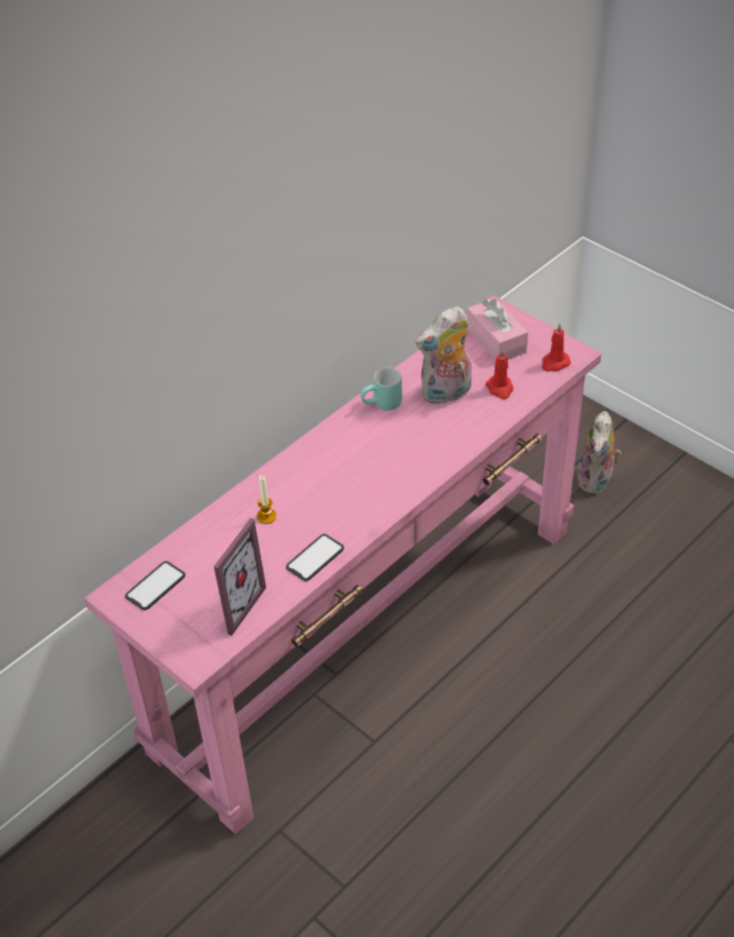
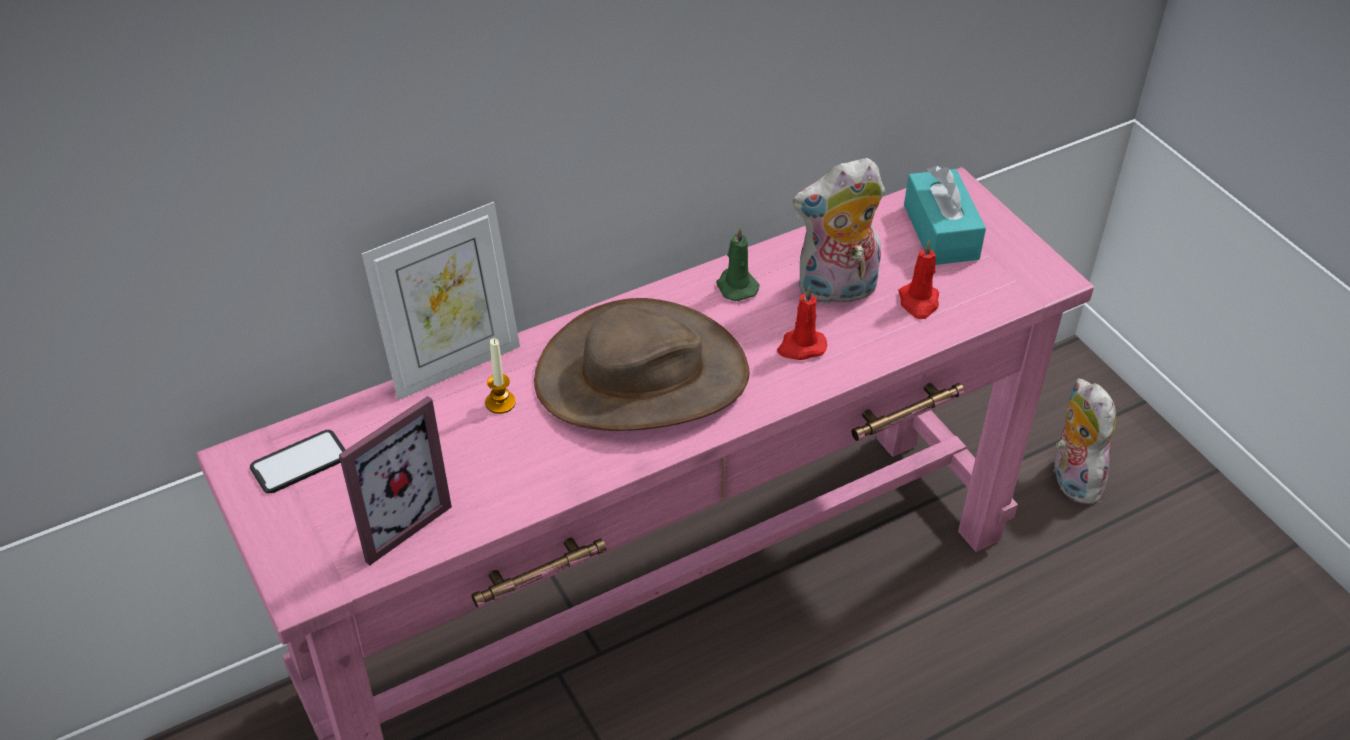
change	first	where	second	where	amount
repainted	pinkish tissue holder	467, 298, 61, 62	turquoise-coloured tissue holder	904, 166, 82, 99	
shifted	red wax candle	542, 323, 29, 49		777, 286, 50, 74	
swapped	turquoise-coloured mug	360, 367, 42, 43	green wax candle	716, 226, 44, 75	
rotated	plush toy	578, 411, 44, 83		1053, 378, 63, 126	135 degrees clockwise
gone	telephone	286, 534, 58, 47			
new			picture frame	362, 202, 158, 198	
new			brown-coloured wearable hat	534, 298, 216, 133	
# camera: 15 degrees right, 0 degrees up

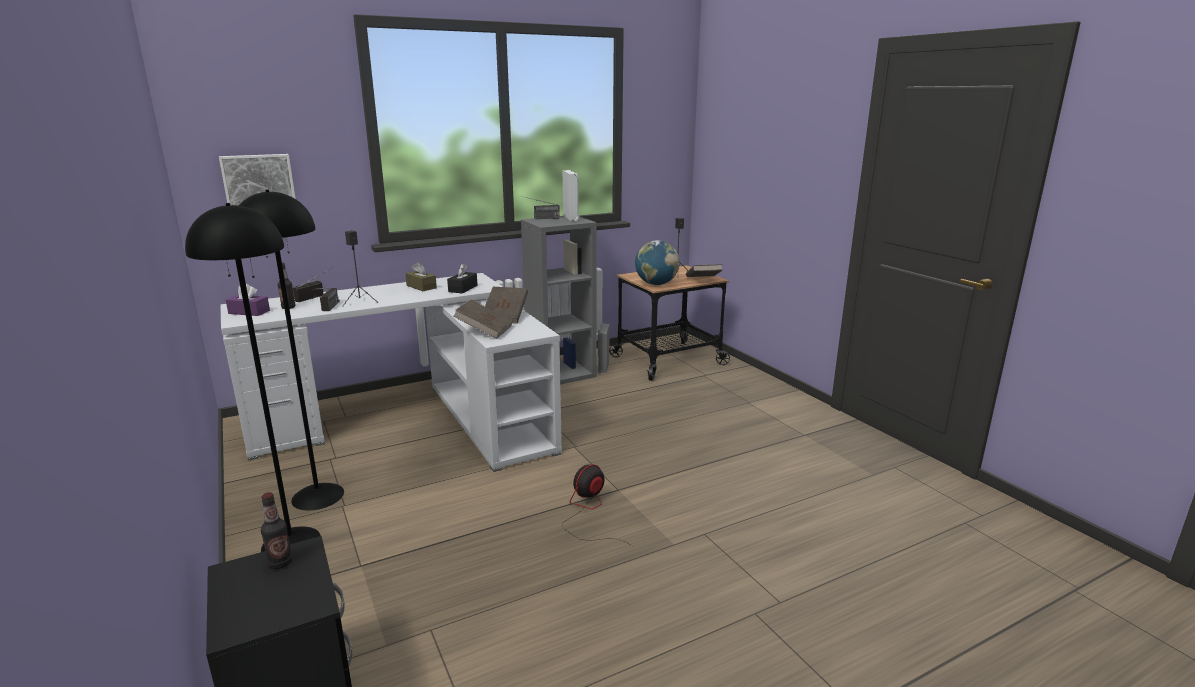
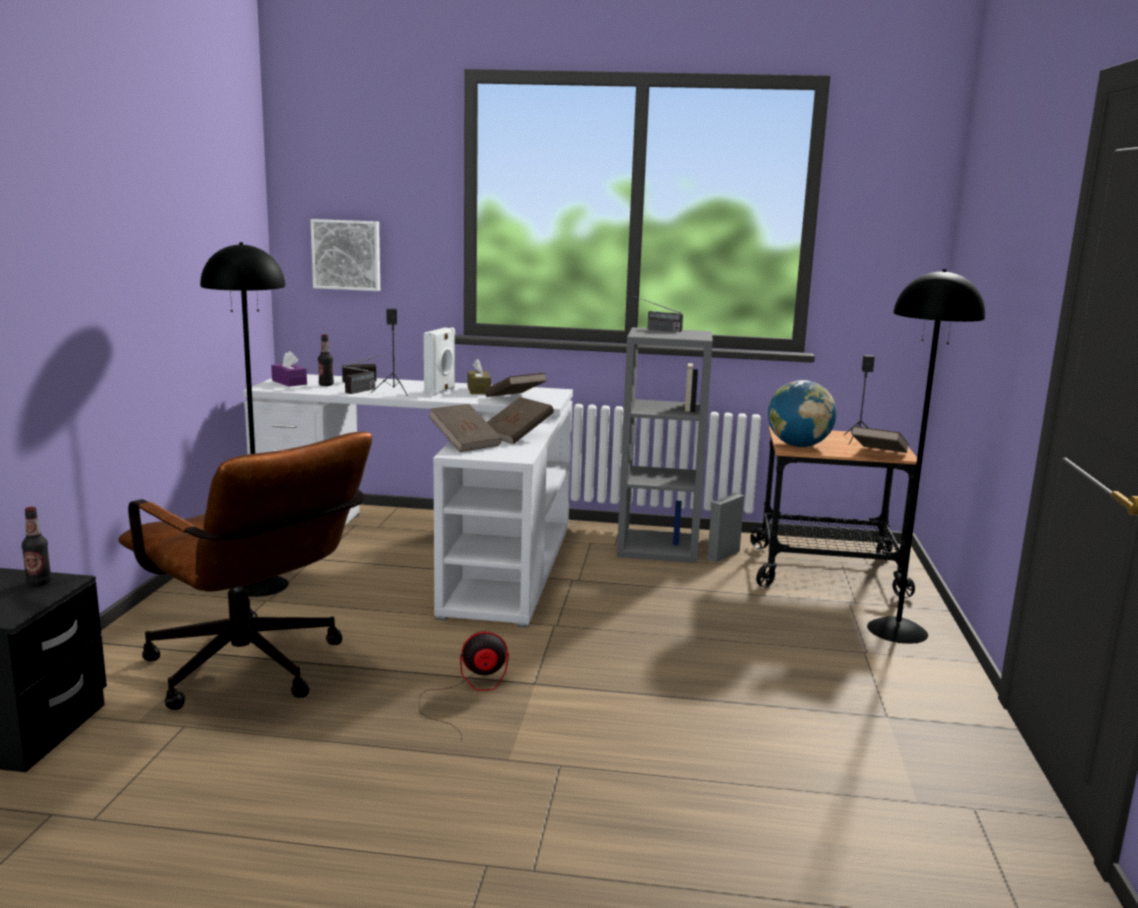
change	first	where	second	where	amount
shifted	white-coloured speaker	563, 170, 16, 51		424, 327, 31, 69	
shifted	blackish standard lamp	185, 203, 136, 349		867, 269, 118, 375	
swapped	blackish tissue holder	447, 263, 31, 31	brown-coloured bound book	485, 373, 62, 24	
new			brown-coloured office chair	118, 432, 254, 278	
# camera: 35 degrees right, 5 degrees down

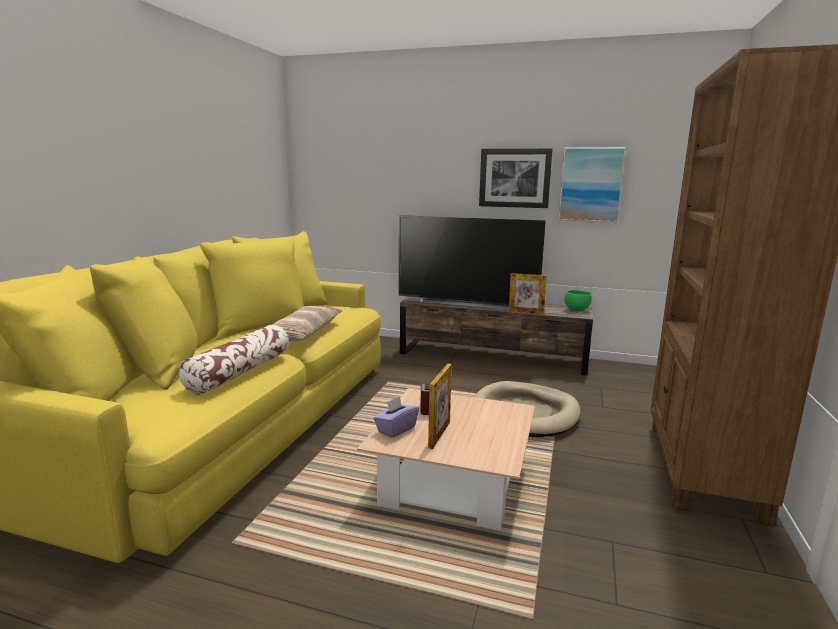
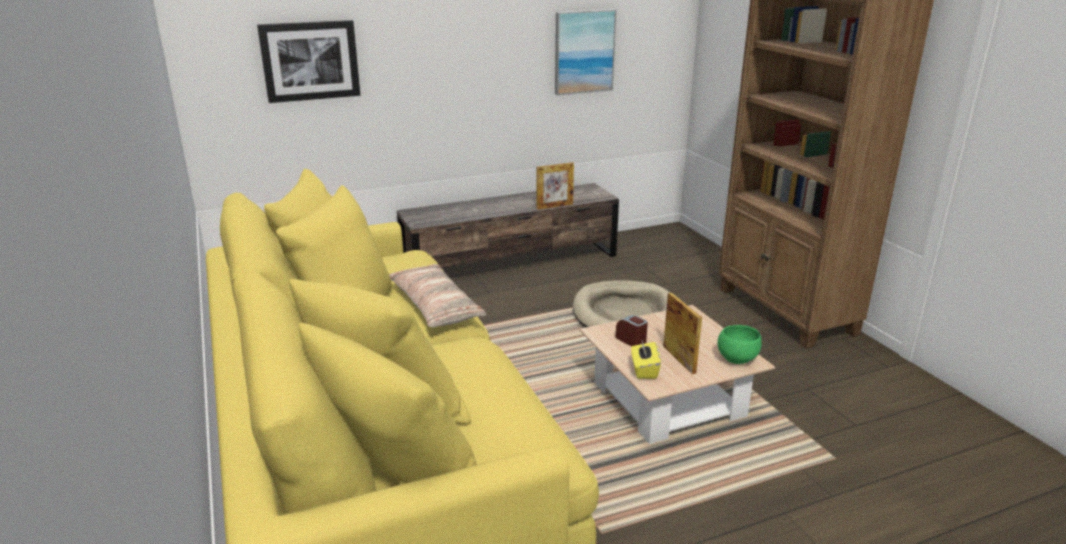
change	first	where	second	where	amount
shifted	picture	479, 149, 74, 59		257, 20, 103, 83	
gone	TV set	399, 215, 147, 94			
shifted	green bowl	565, 290, 27, 21		718, 325, 44, 39	
gone	throw pillow	179, 325, 110, 70			
repainted	purple-coloured tissue holder	374, 397, 45, 41	yellowish tissue holder	631, 340, 30, 39	
# camera: 40 degrees left, 10 degrees up

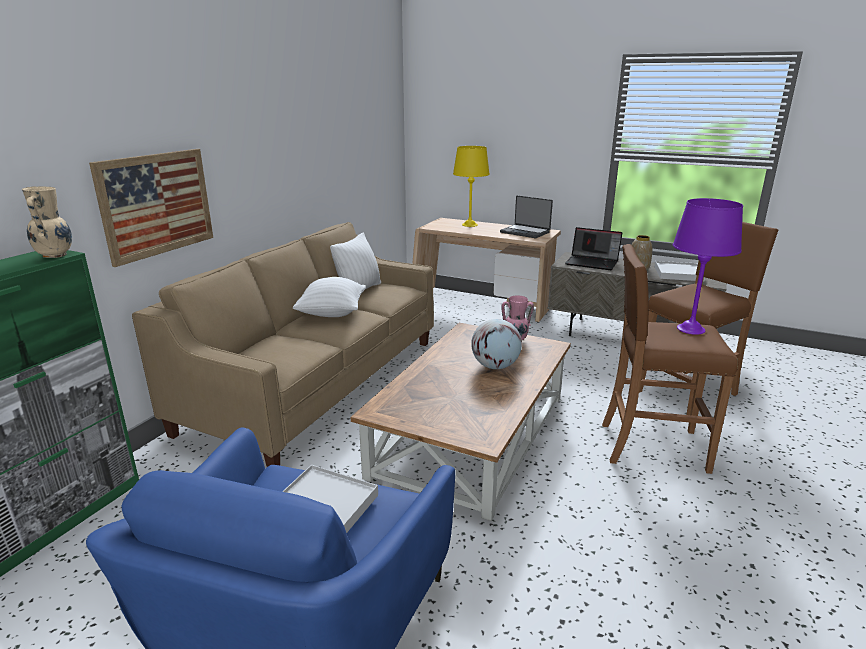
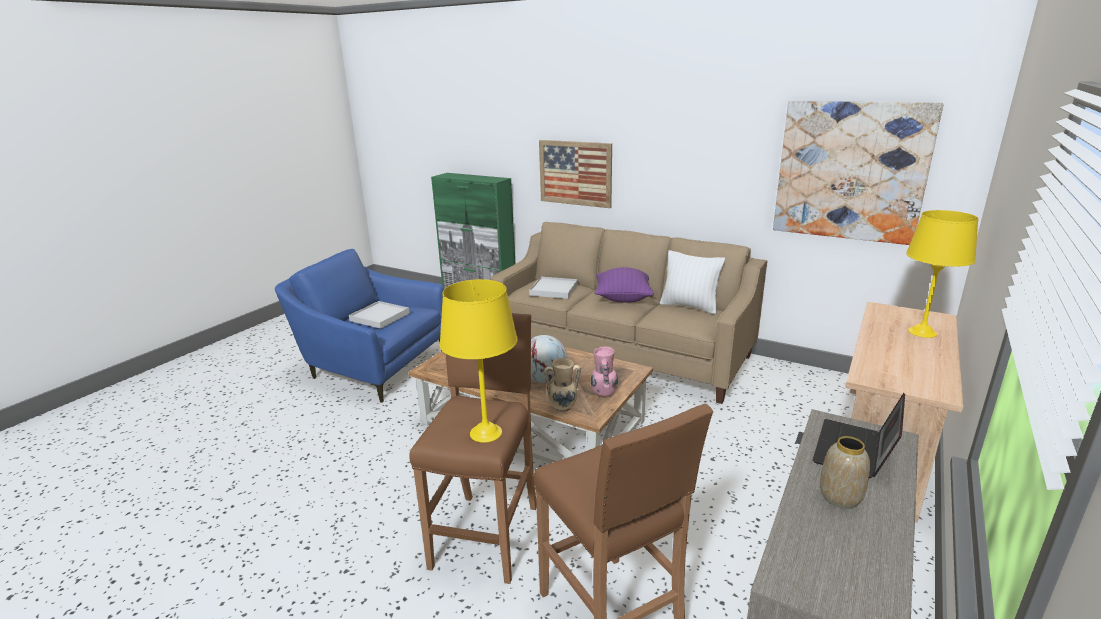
change	first	where	second	where	amount
shifted	beige vase	22, 186, 50, 72		544, 358, 37, 54	
gone	notebook computer	500, 195, 53, 43			
repainted	purple-coloured table lamp	673, 198, 70, 137	yellowish table lamp	439, 279, 79, 164	
shifted	white-coloured serving tray	655, 261, 50, 20		529, 277, 49, 22	
repainted	white-coloured throw pillow	293, 277, 73, 40	purple-coloured throw pillow	595, 267, 59, 36	
new			picture	773, 101, 170, 144	
# camera: 95 degrees right, 0 degrees up

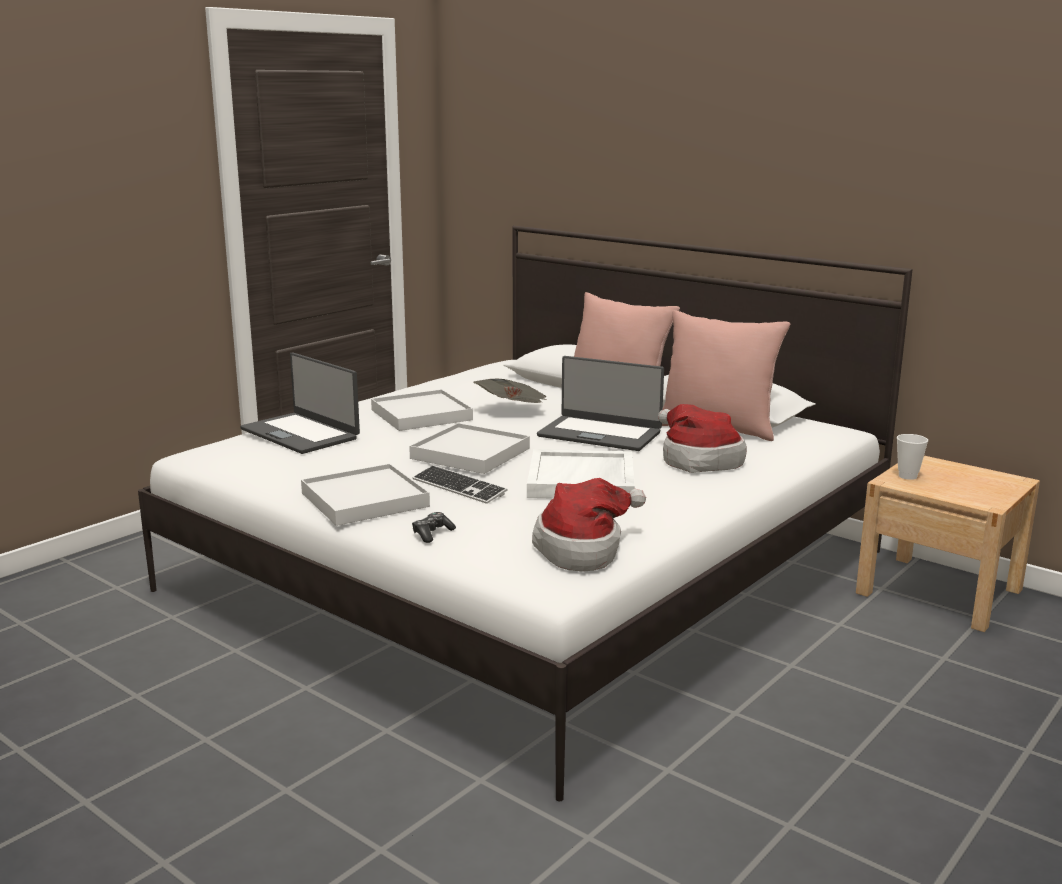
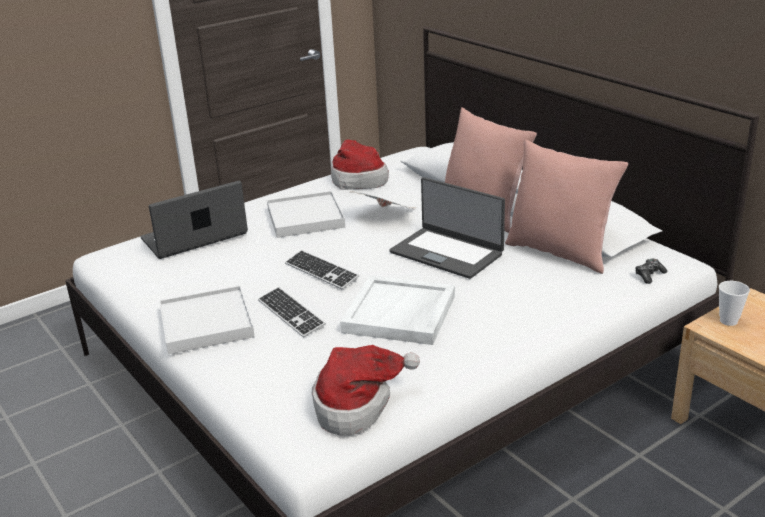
change	first	where	second	where	amount
rotated	notebook computer	240, 353, 120, 101		140, 181, 108, 78	90 degrees clockwise
shifted	wearable hat	658, 404, 89, 69		331, 139, 58, 51	
swapped	white-coloured serving tray	409, 423, 121, 51	computer keyboard	285, 250, 74, 40	
shifted	gamepad	412, 512, 44, 31		635, 259, 32, 25	
# camera: 15 degrees right, 10 degrees up

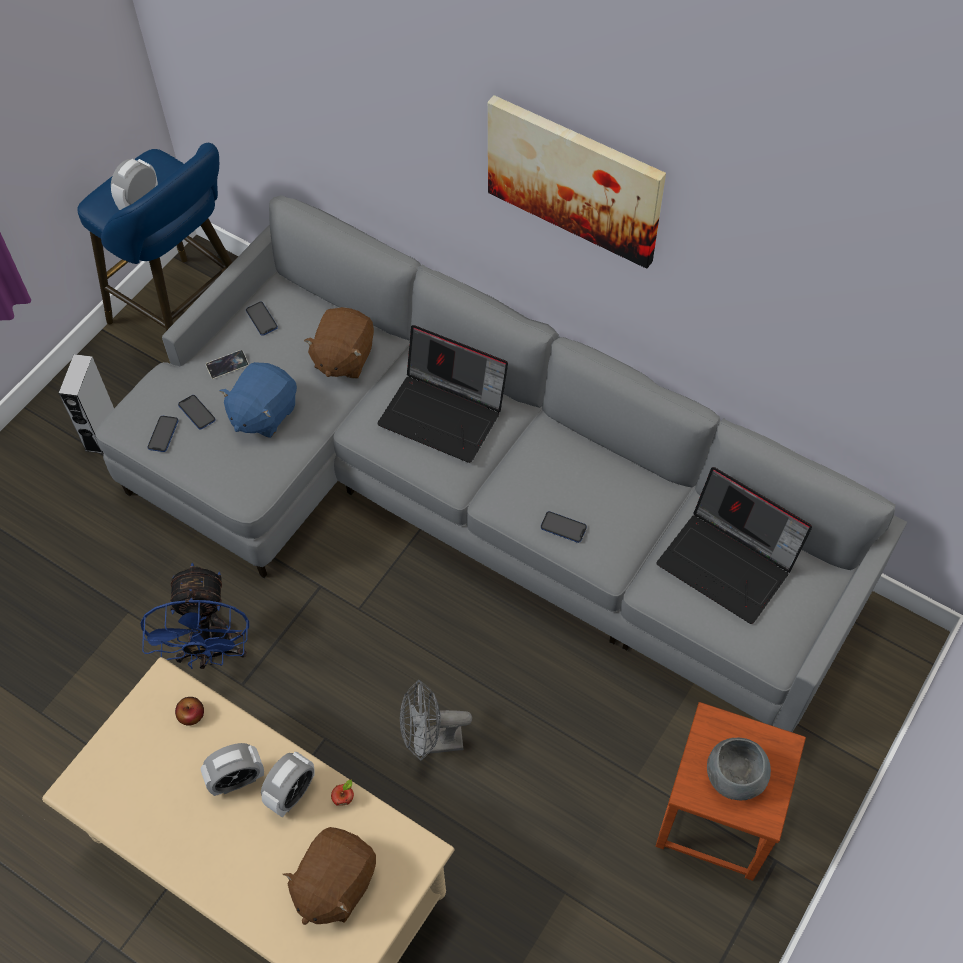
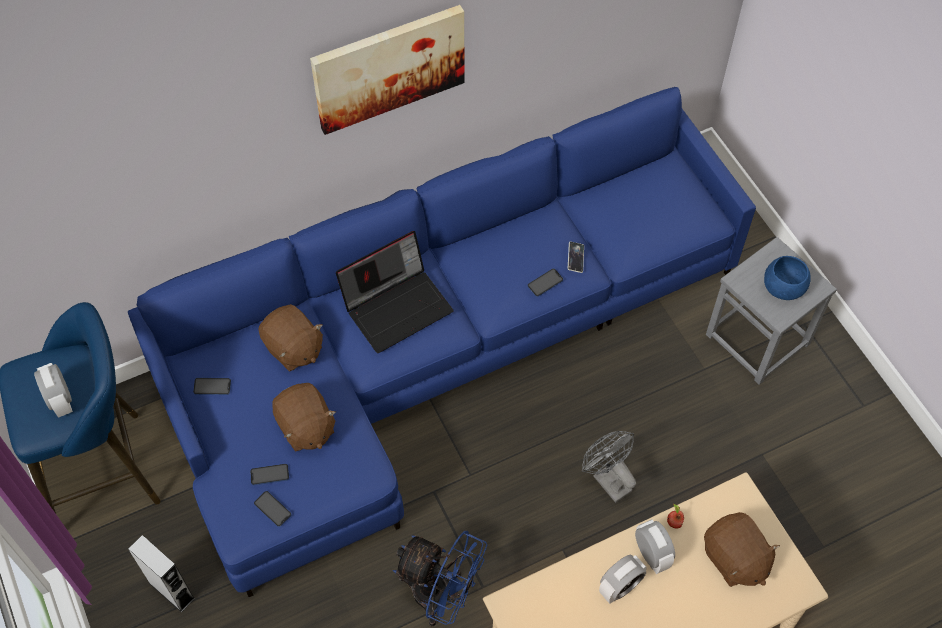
change	first	where	second	where	amount
repainted	grey sofa	95, 195, 812, 537	blue-coloured sofa	128, 87, 628, 510	
shifted	telephone	206, 350, 43, 29		568, 242, 16, 31	
repainted	blue-coloured plush toy	220, 362, 77, 76	brown-coloured plush toy	272, 383, 64, 69	
gone	notebook computer	656, 467, 156, 157			
rotated	grey electric fan	400, 680, 72, 81		582, 431, 54, 72	120 degrees clockwise
gone	apple	175, 697, 29, 29			
repainted	brown-coloured sitting stool	656, 702, 150, 179	grey sitting stool	706, 237, 131, 148	
repainted	grey bowl	707, 738, 64, 62	blue-coloured bowl	764, 256, 47, 44	
rotated	table clock	201, 743, 63, 53		599, 555, 48, 49	45 degrees clockwise
# camera: 60 degrees left, 0 degrees up

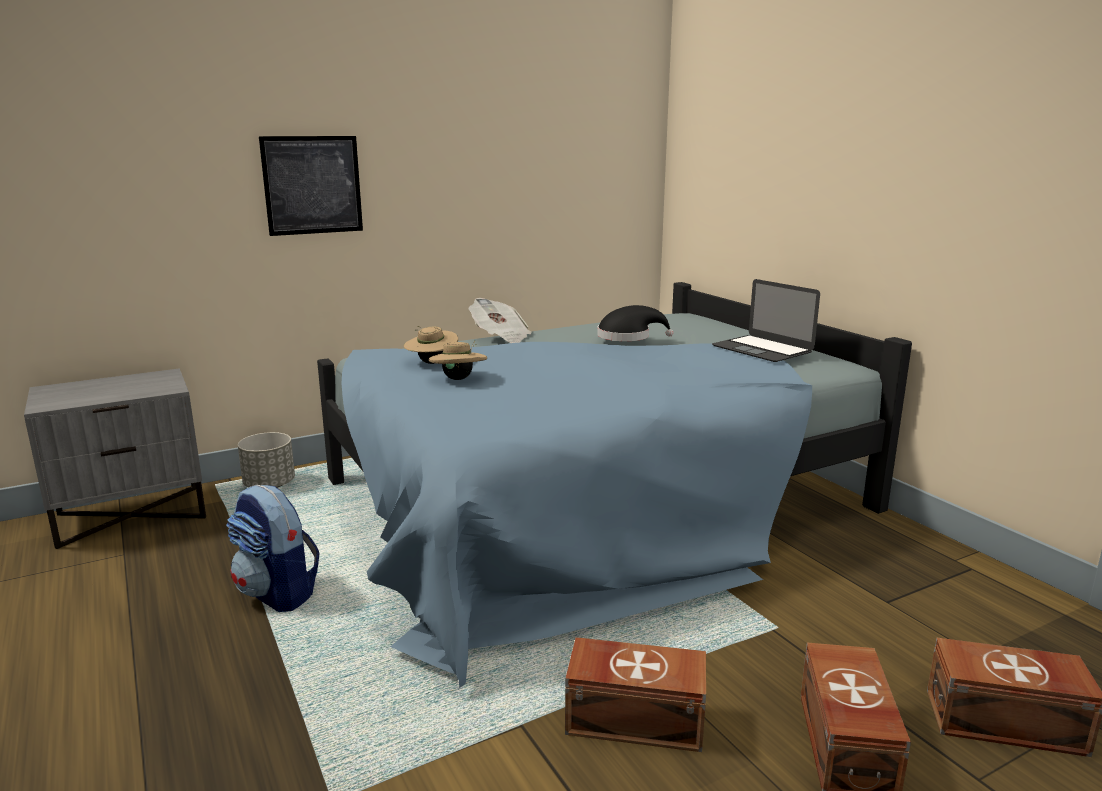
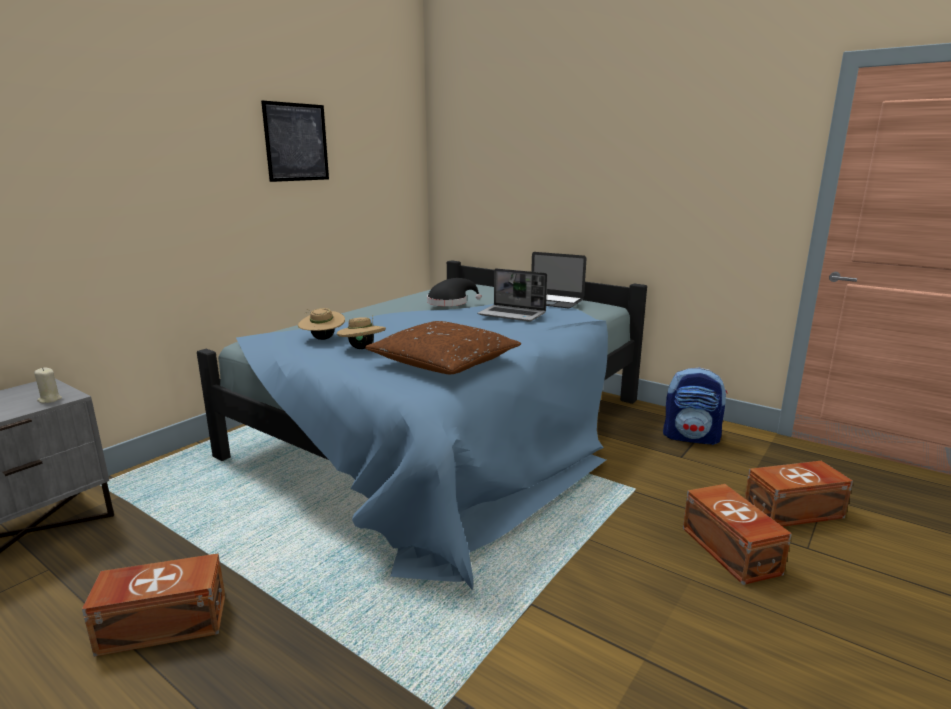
change	first	where	second	where	amount
shifted	picture	259, 136, 104, 100		261, 100, 68, 82	
gone	newspaper	469, 298, 63, 45			
gone	grey flower pot	238, 432, 57, 56			
shifted	knapsack	226, 485, 94, 127		663, 368, 65, 77	
shifted	brown-coloured storage container	565, 637, 141, 115		82, 553, 143, 104	
new			notebook computer	477, 268, 70, 54	
new			brown-coloured throw pillow	365, 321, 156, 53	
new			beige wax candle	34, 367, 28, 36	
# camera: 25 degrees left, 0 degrees up

